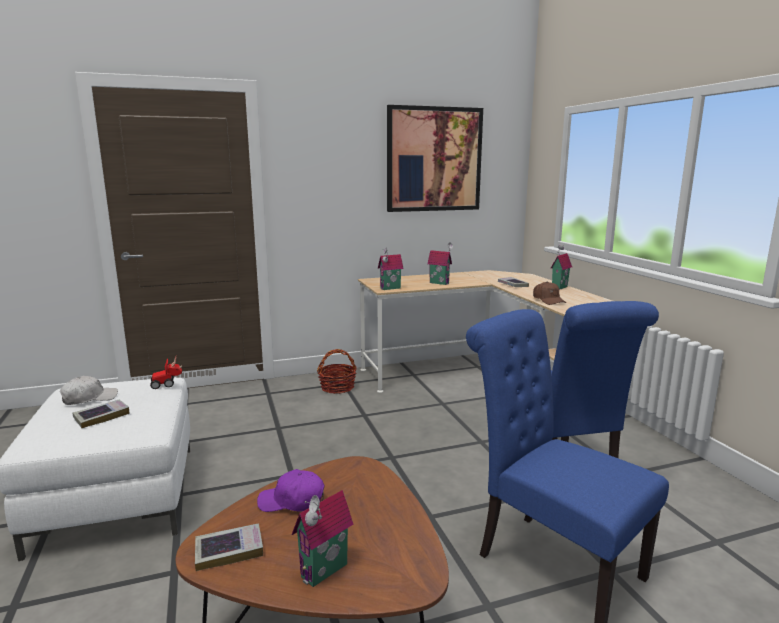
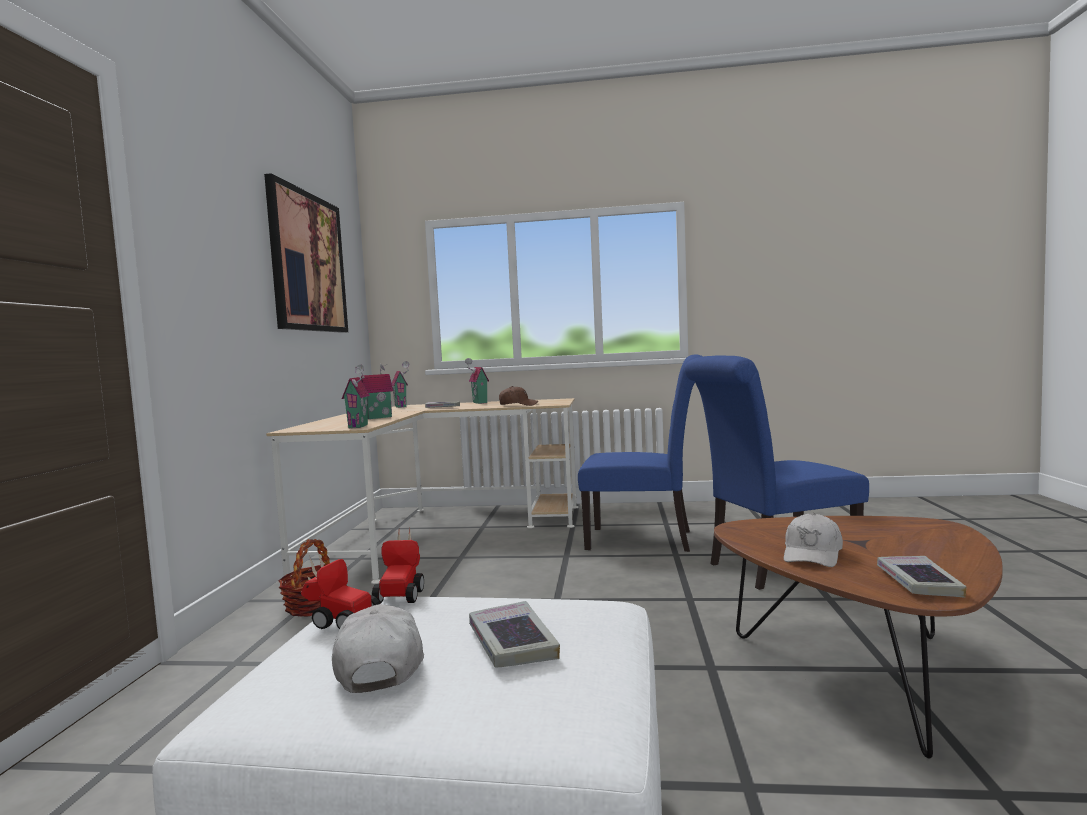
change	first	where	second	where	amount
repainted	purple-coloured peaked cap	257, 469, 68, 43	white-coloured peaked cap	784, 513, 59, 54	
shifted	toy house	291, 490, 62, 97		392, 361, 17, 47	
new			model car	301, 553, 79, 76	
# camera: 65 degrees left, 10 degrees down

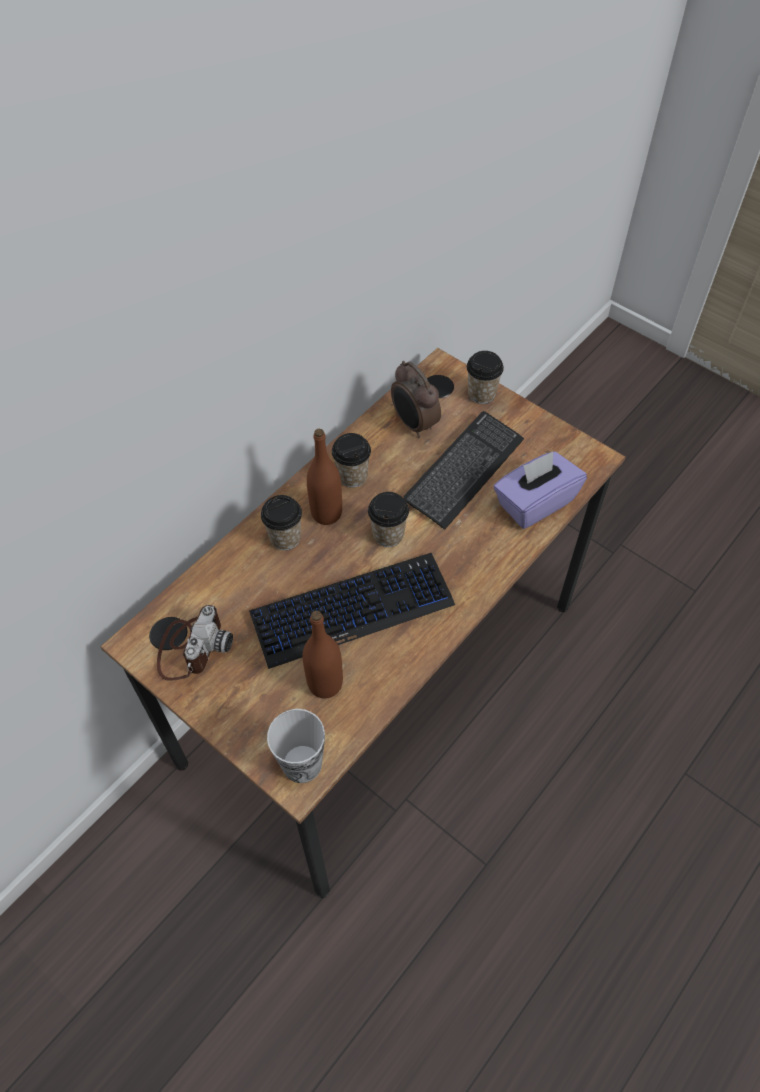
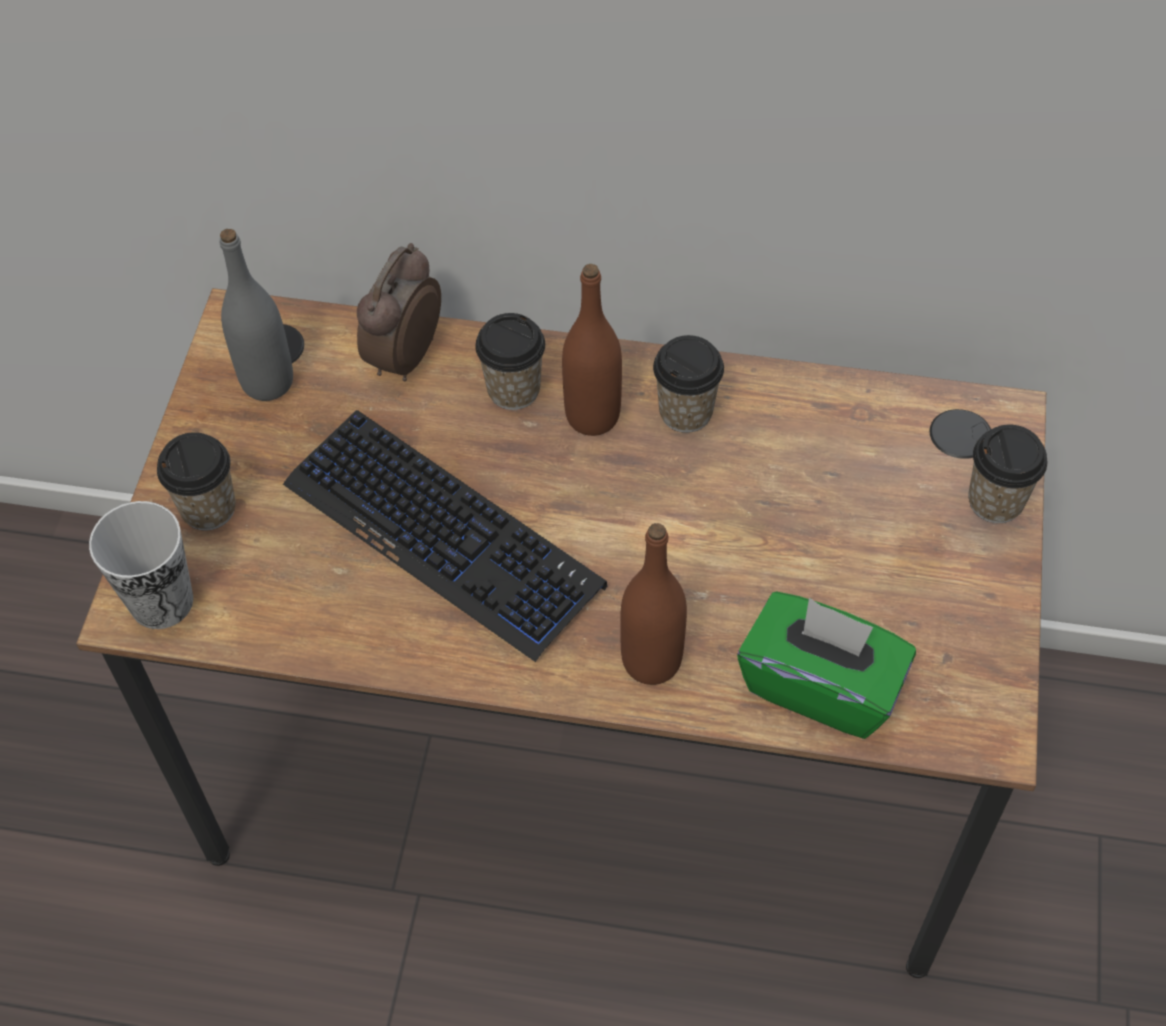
change	first	where	second	where	amount
shifted	table clock	391, 361, 50, 77		357, 243, 84, 138	
gone	computer keyboard	403, 411, 121, 119			
repainted	purple-coloured tissue holder	493, 451, 94, 78	green tissue holder	737, 592, 179, 147	
shifted	small cup	368, 492, 41, 55		157, 432, 79, 99	
swapped	photo camera	157, 605, 76, 76	grey drink bottle	220, 229, 73, 172	
shifted	brown-coloured drink bottle	303, 611, 40, 87		620, 523, 67, 162	
# camera: 60 degrees right, 0 degrees up

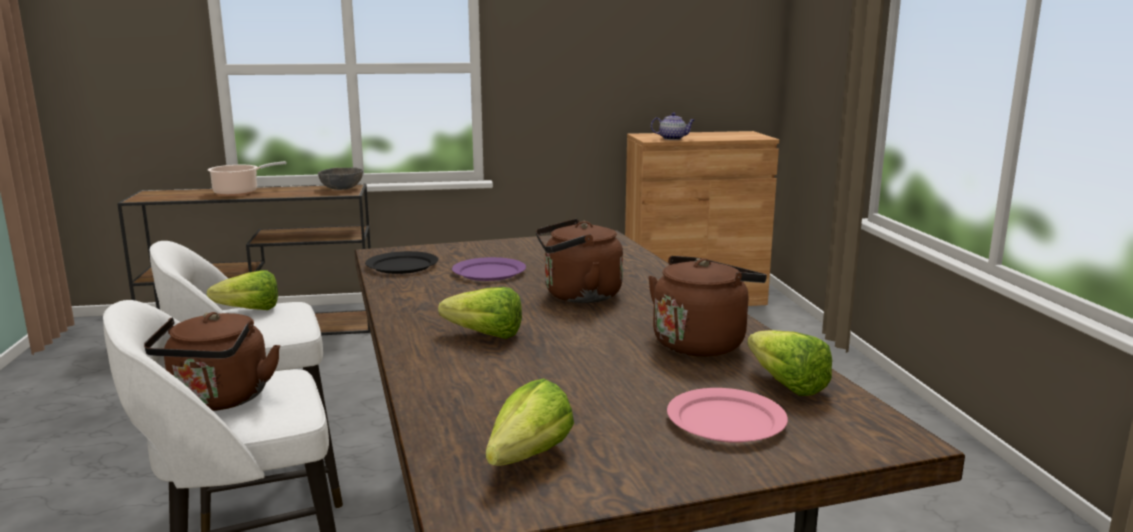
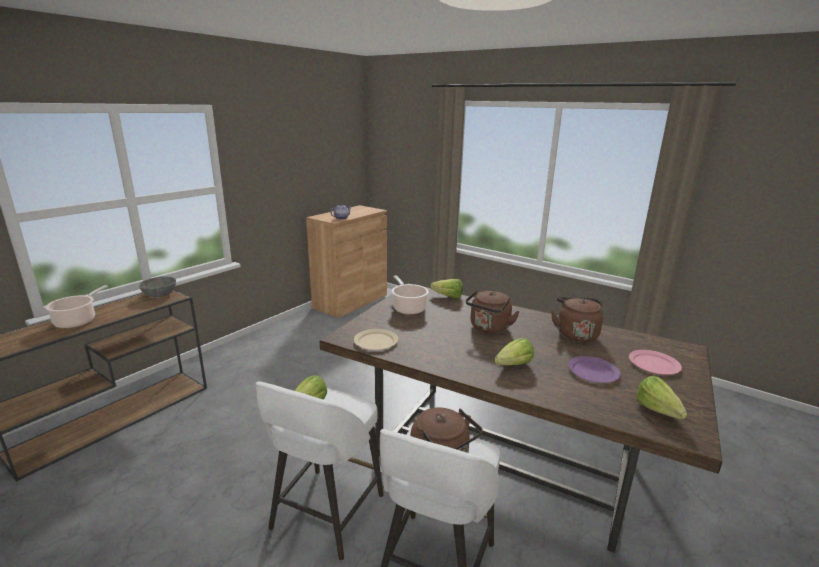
change	first	where	second	where	amount
repainted	blackish dinner plate	365, 251, 73, 23	beige dinner plate	354, 329, 44, 21	
shifted	purple-coloured dinner plate	452, 257, 74, 24		568, 356, 52, 27	
shifted	lettuce head	747, 330, 85, 66		430, 279, 33, 20	
new			cooking pot	392, 275, 37, 39	
# camera: 45 degrees left, 5 degrees up

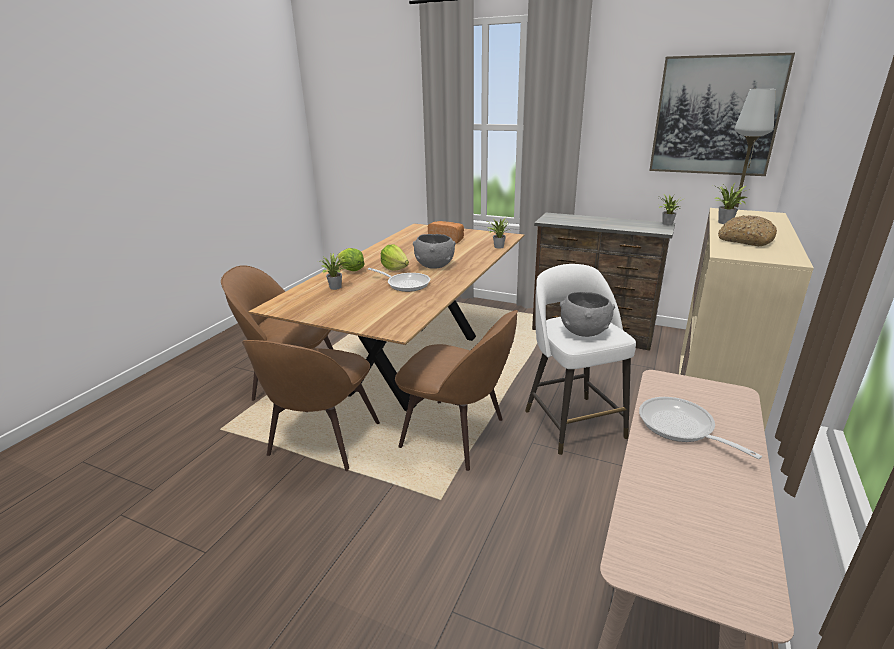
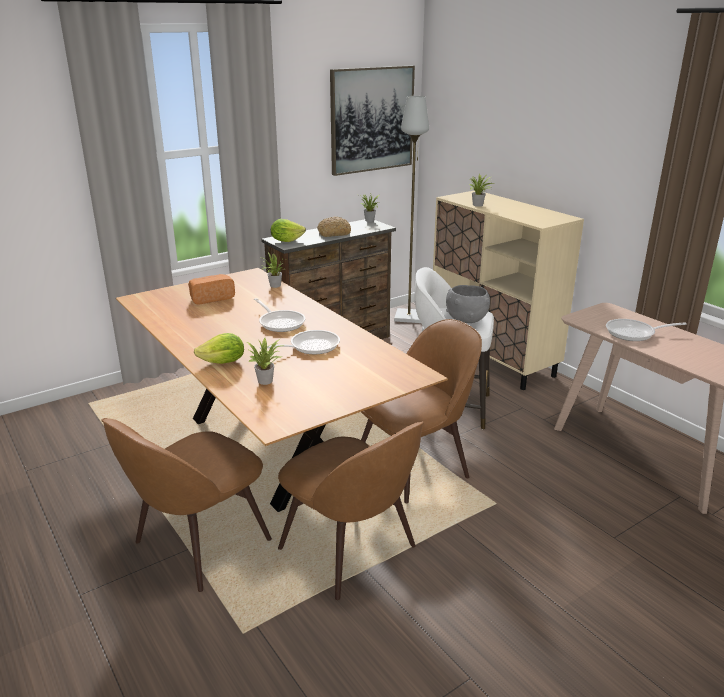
change	first	where	second	where	amount
shifted	baked bread	718, 215, 59, 31		317, 217, 34, 20	
swapped	grey bowl	413, 234, 43, 35	pan	254, 298, 51, 34	
shifted	lettuce head	381, 245, 28, 26		271, 219, 35, 23	
# camera: 60 degrees left, 0 degrees up

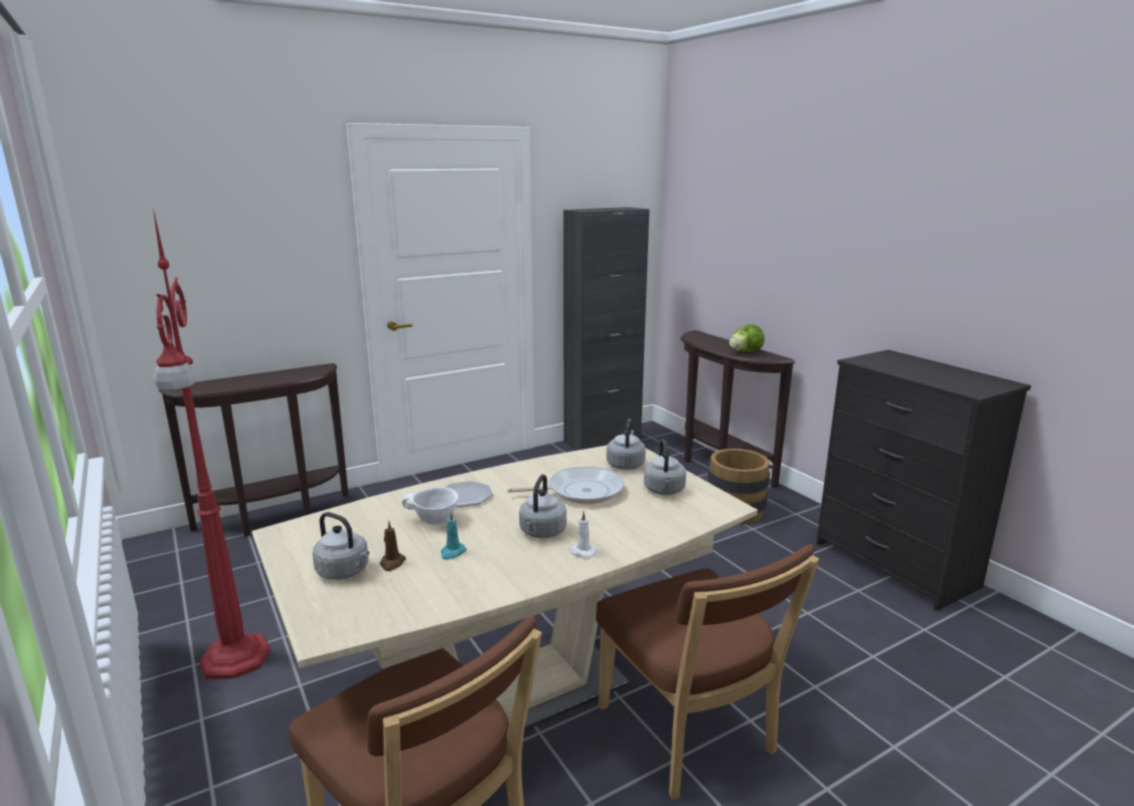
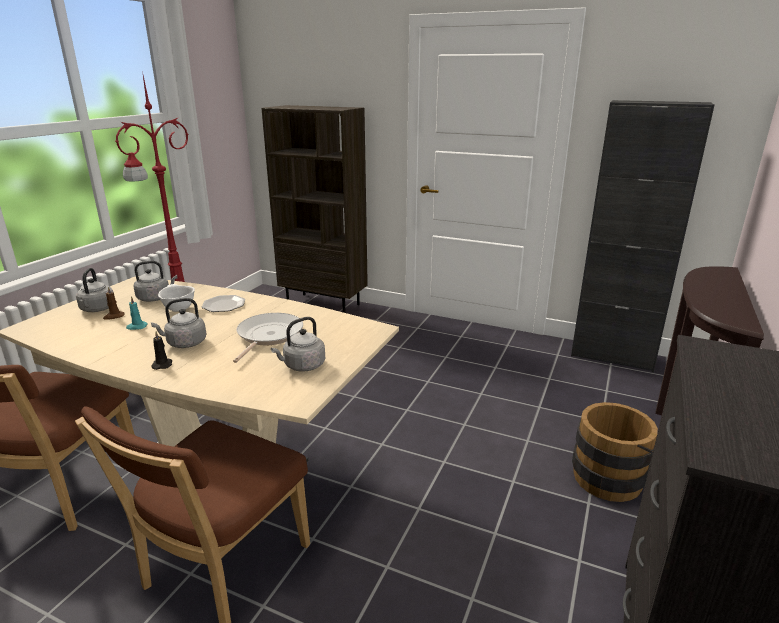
change	first	where	second	where	amount
gone	lettuce head	729, 325, 36, 27			
swapped	brown-coloured console table	158, 363, 191, 174	brown-coloured bookcase	261, 105, 107, 208	
shifted	grey tea kettle	606, 418, 40, 52		134, 261, 44, 41	
rotated	pan	507, 467, 117, 37		233, 313, 70, 50	120 degrees counterclockwise
repainted	white-coloured wax candle	569, 511, 27, 47	blackish wax candle	151, 332, 21, 38	
# camera: 55 degrees right, 5 degrees up

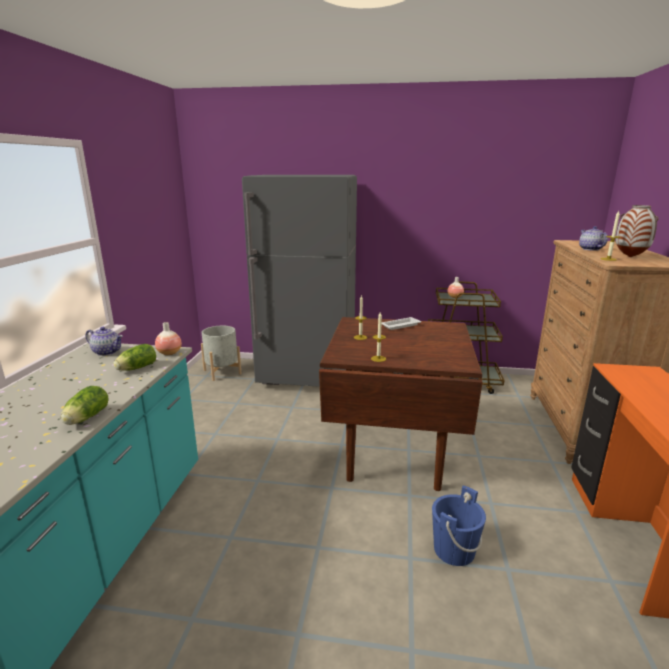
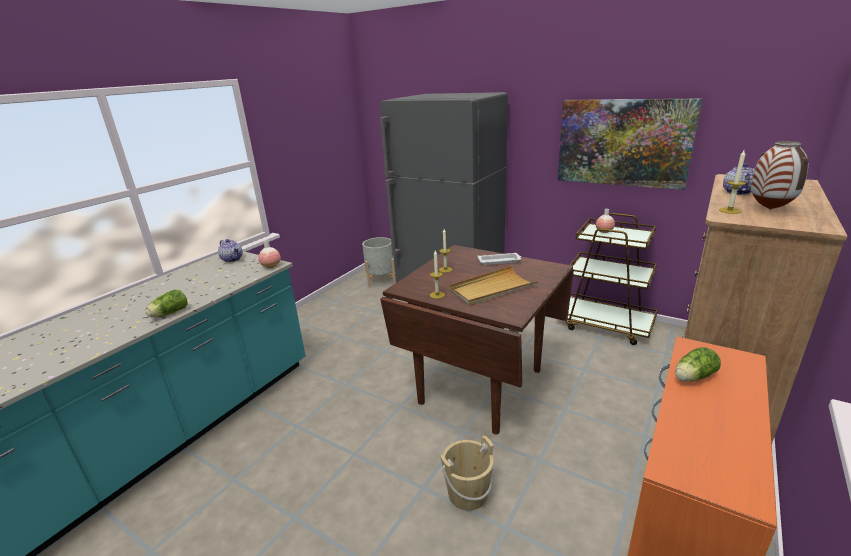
change	first	where	second	where	amount
shifted	lettuce head	113, 344, 43, 27		675, 347, 46, 34	
repainted	blue-coloured water bucket	432, 486, 54, 80	beige water bucket	440, 435, 54, 76	
new			picture	558, 98, 144, 92	
new			beige serving tray	449, 266, 89, 40	
# camera: 25 degrees right, 5 degrees up

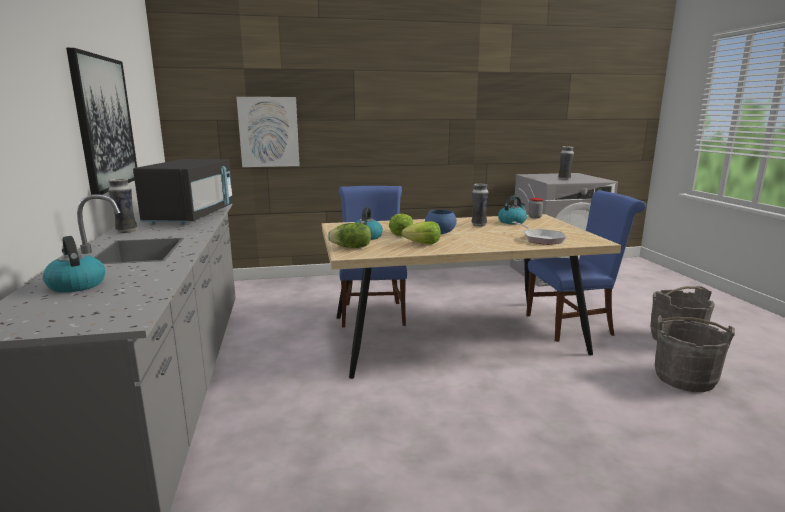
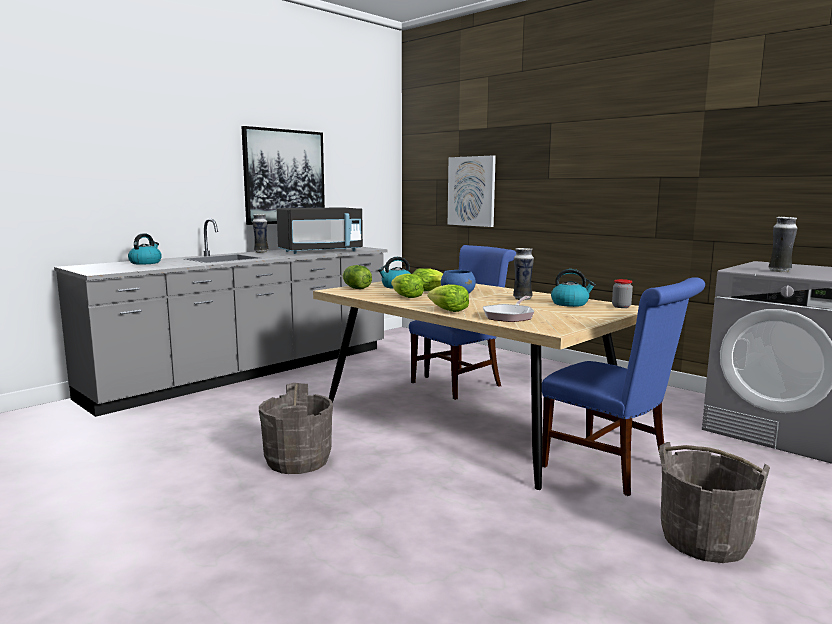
change	first	where	second	where	amount
shifted	grey water bucket	655, 315, 80, 77		259, 383, 74, 91	
new			lettuce head	428, 284, 41, 28	
# camera: 55 degrees right, 5 degrees down

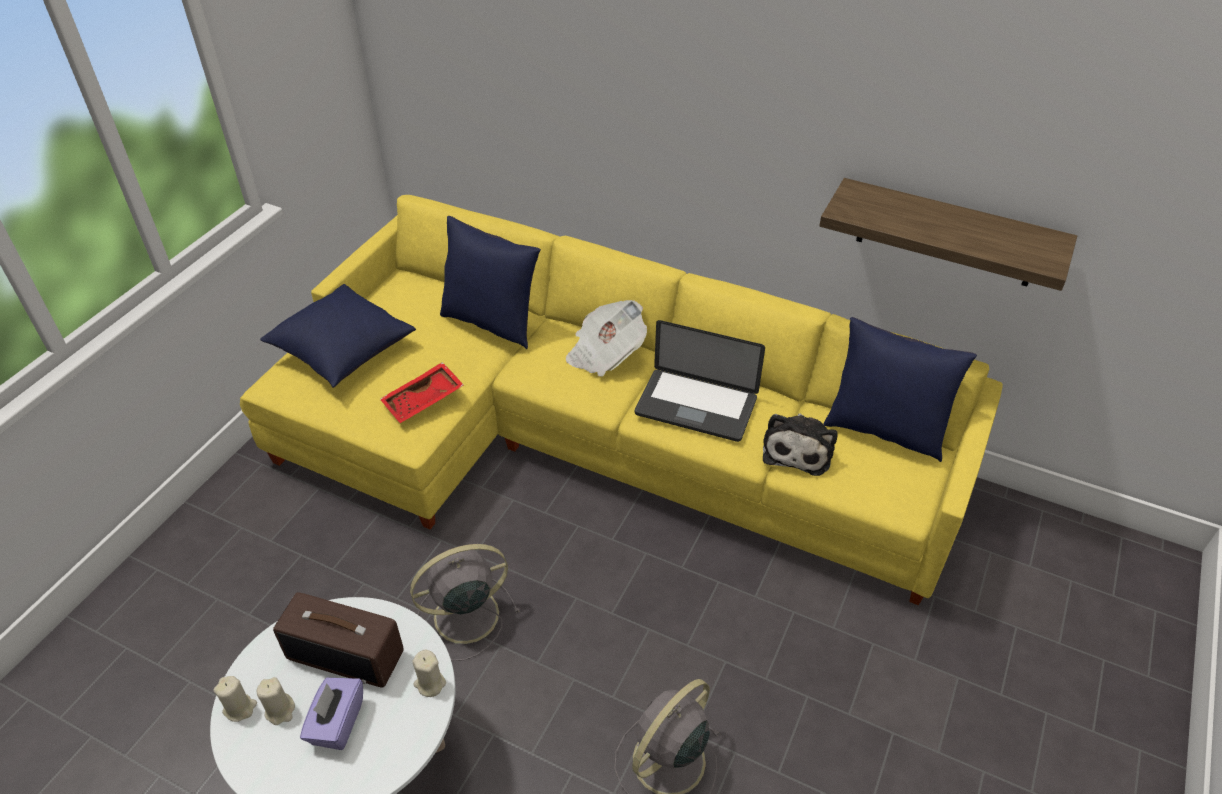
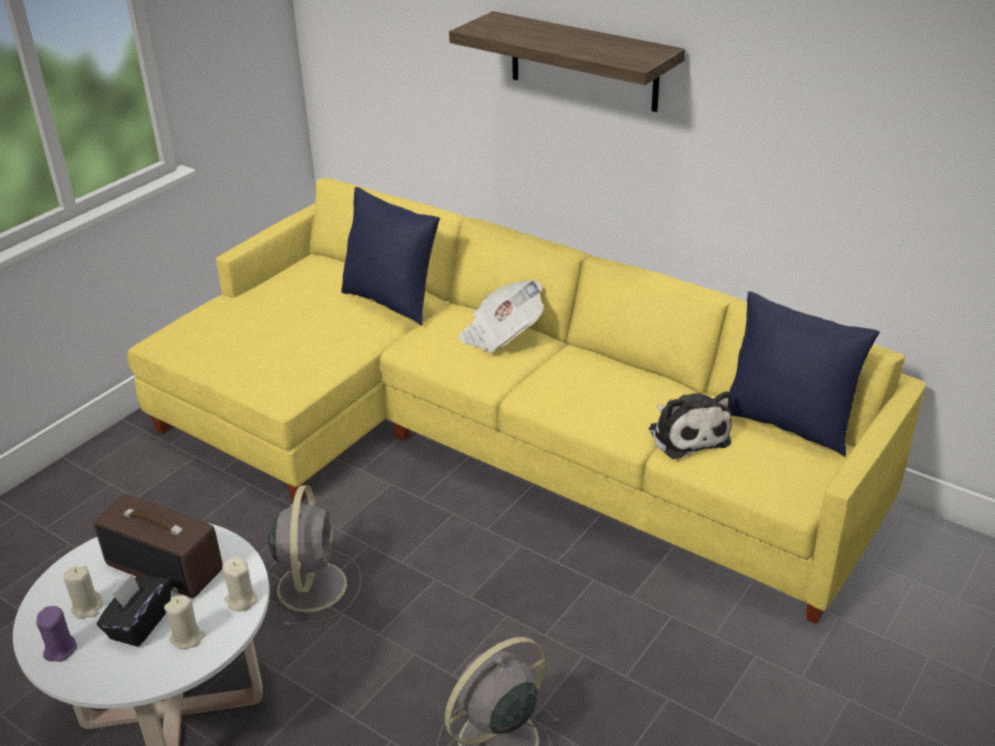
change	first	where	second	where	amount
shifted	shelf	819, 178, 258, 113		449, 11, 236, 101	
gone	blue-coloured throw pillow	260, 284, 156, 104			
gone	notebook computer	635, 320, 130, 122			
gone	red serving tray	380, 362, 84, 61			
rotated	plush toy	763, 413, 75, 63		649, 391, 83, 68	45 degrees counterclockwise
rotated	grey electric fan	410, 544, 110, 117		267, 485, 95, 142	105 degrees clockwise
shifted	beige wax candle	213, 676, 44, 46		164, 595, 42, 54	
repainted	purple-coloured tissue holder	300, 678, 63, 72	blackish tissue holder	97, 574, 74, 73	
new			purple-coloured wax candle	36, 606, 41, 56	
# camera: 10 degrees right, 10 degrees down

